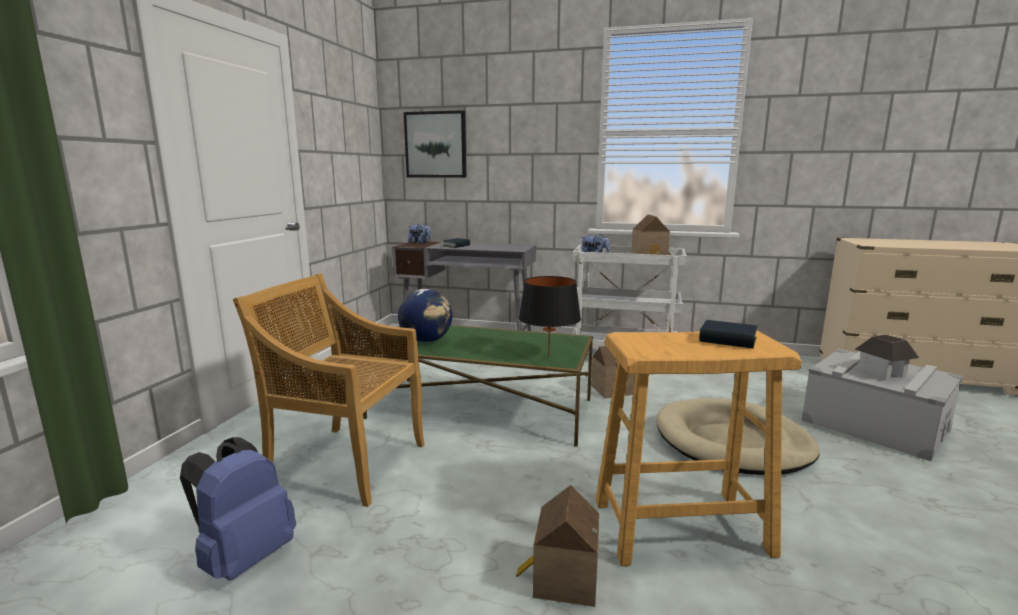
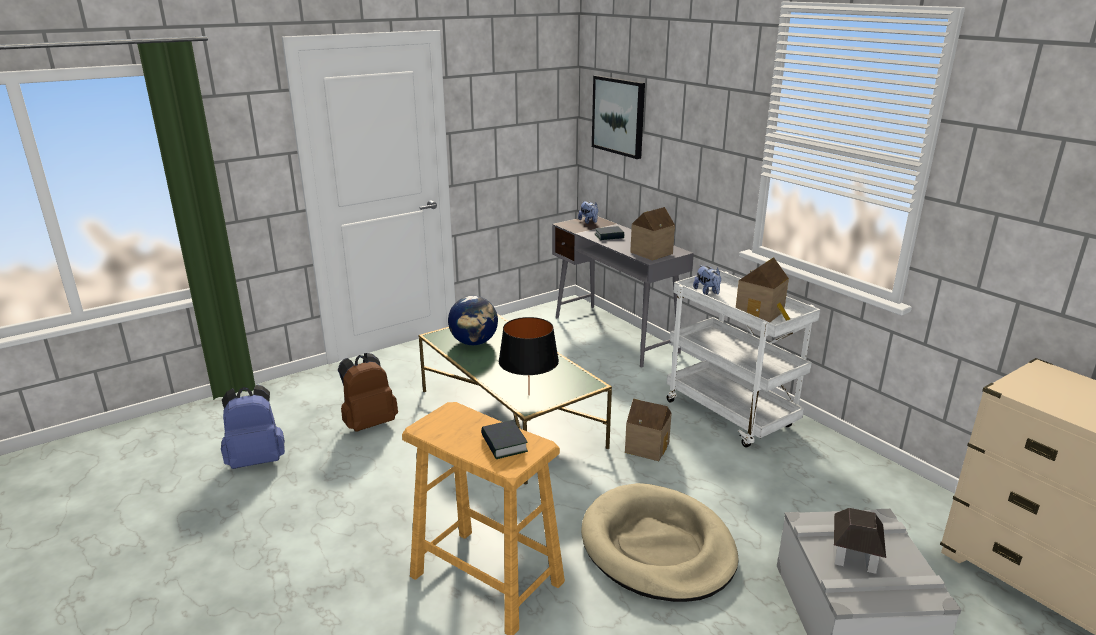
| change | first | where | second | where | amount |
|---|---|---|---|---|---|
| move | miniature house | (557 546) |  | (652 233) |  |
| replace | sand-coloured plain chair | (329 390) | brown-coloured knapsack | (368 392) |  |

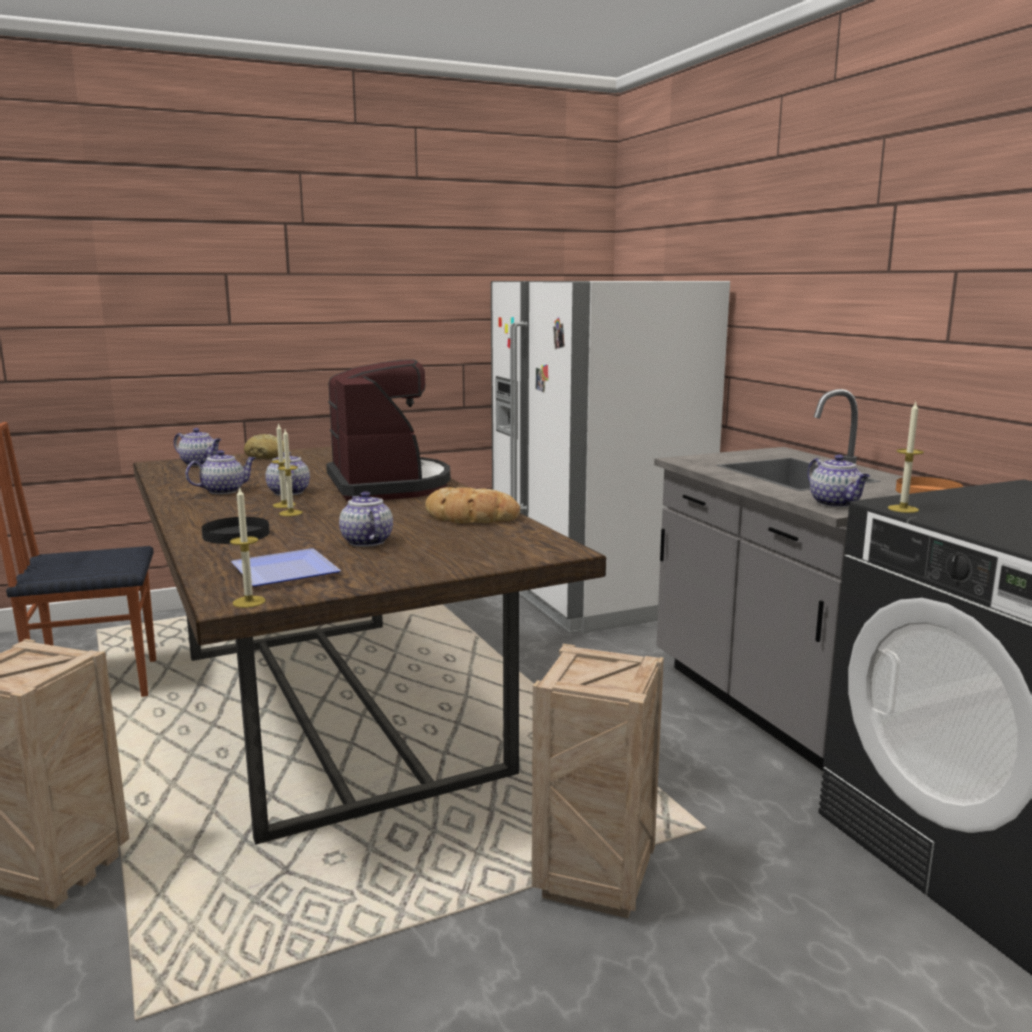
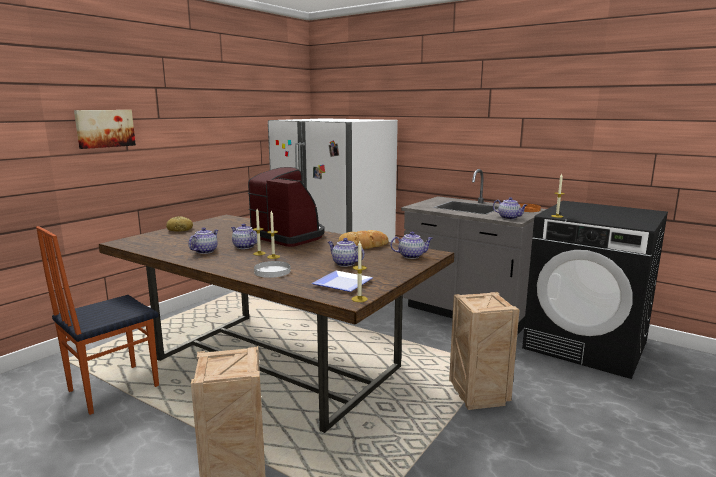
| change | first | where | second | where | amount |
|---|---|---|---|---|---|
| insert |  |  | wall art | (105 129) |  |
| move | pot for tea | (197 447) |  | (411 245) |  |
| recolor | black plate | (236 530) | white plate | (272 269) |  |

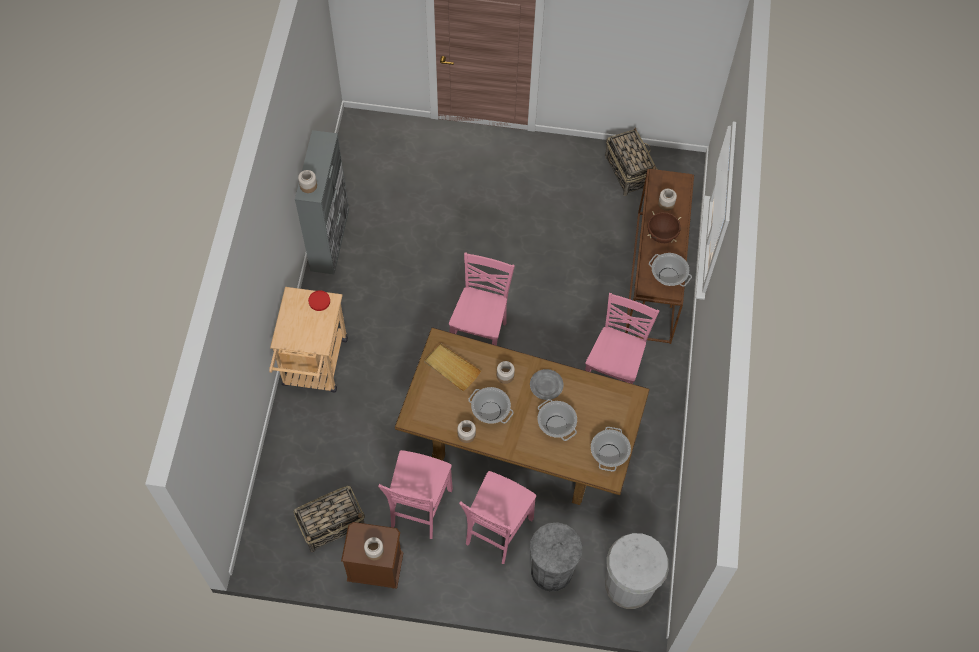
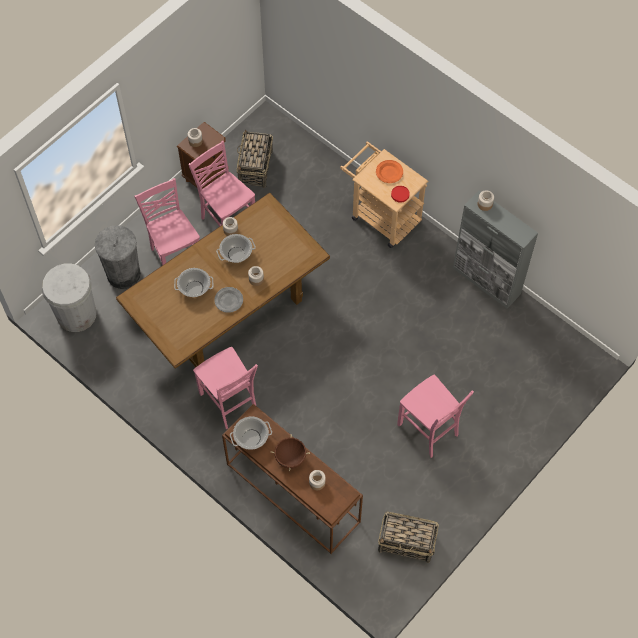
| change | first | where | second | where | amount |
|---|---|---|---|---|---|
| delete | sand-coloured tray | (452 367) |  |  |  |
| delete | stockpot | (611 449) |  |  |  |
| insert |  |  | orange plate | (389 171) |  |
| move | pinkish plain chair | (482 299) |  | (435 416) |  |

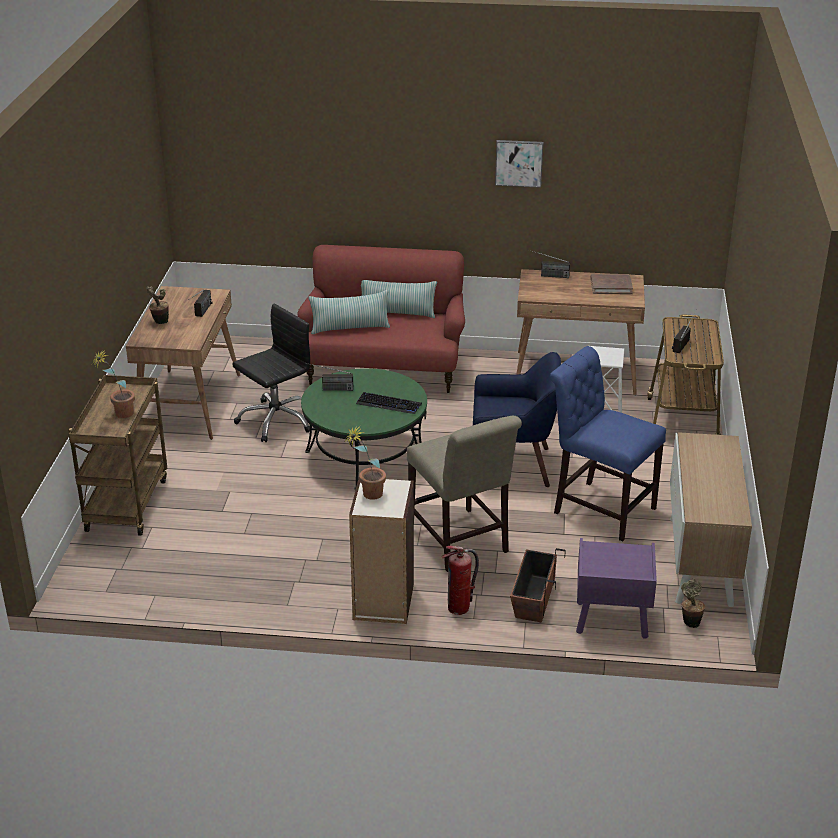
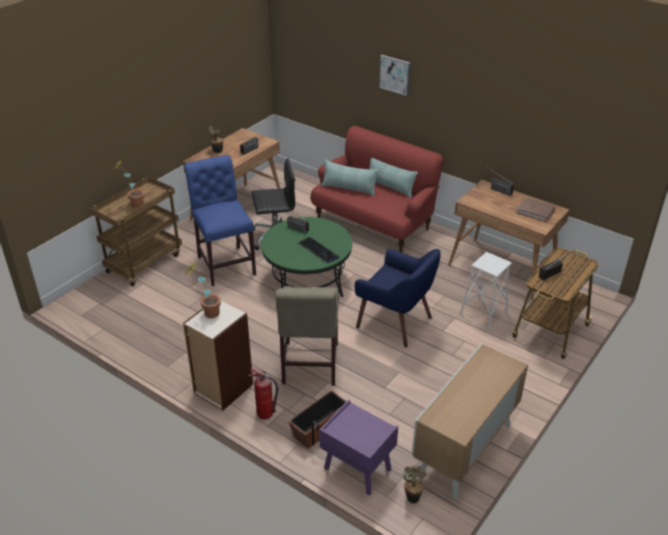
| change | first | where | second | where | amount |
|---|---|---|---|---|---|
| move | wall art | (519 164) |  | (395 75) |  |
| move | bluish plain chair | (608 444) |  | (220 220) |  |

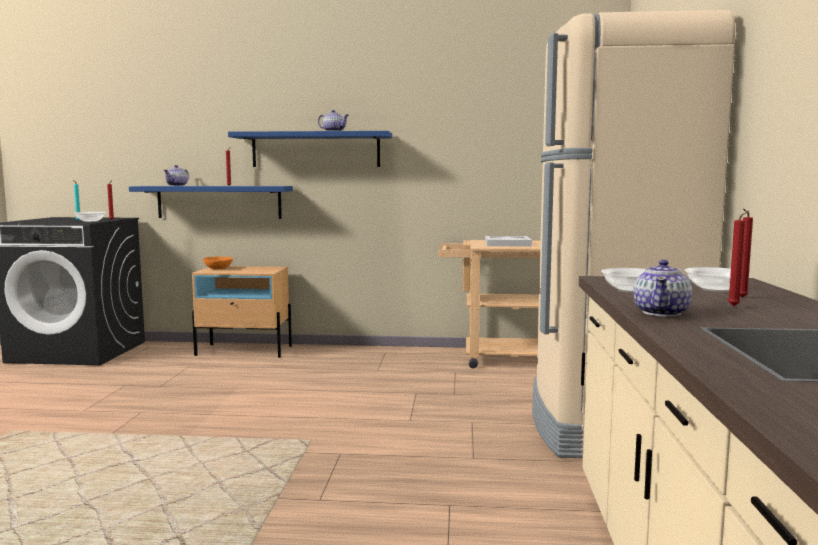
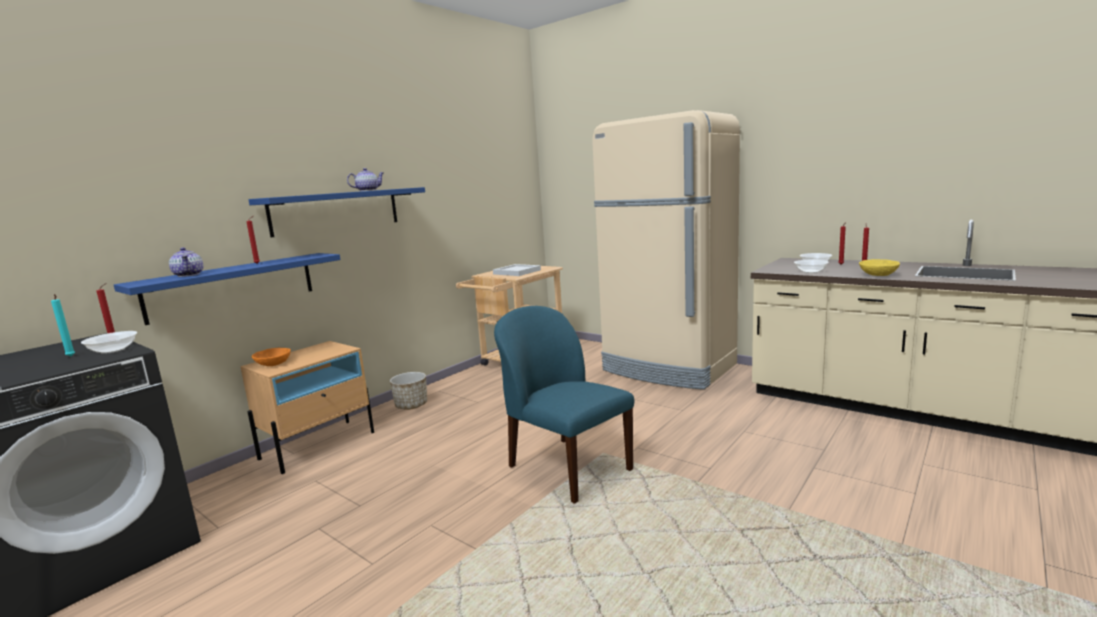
| change | first | where | second | where | amount |
|---|---|---|---|---|---|
| insert |  |  | flower pot | (408 391) |  |
| insert |  |  | bluish plain chair | (564 405) |  |
| replace | pot for tea | (662 288) | yellowish bowl | (879 267) |  |

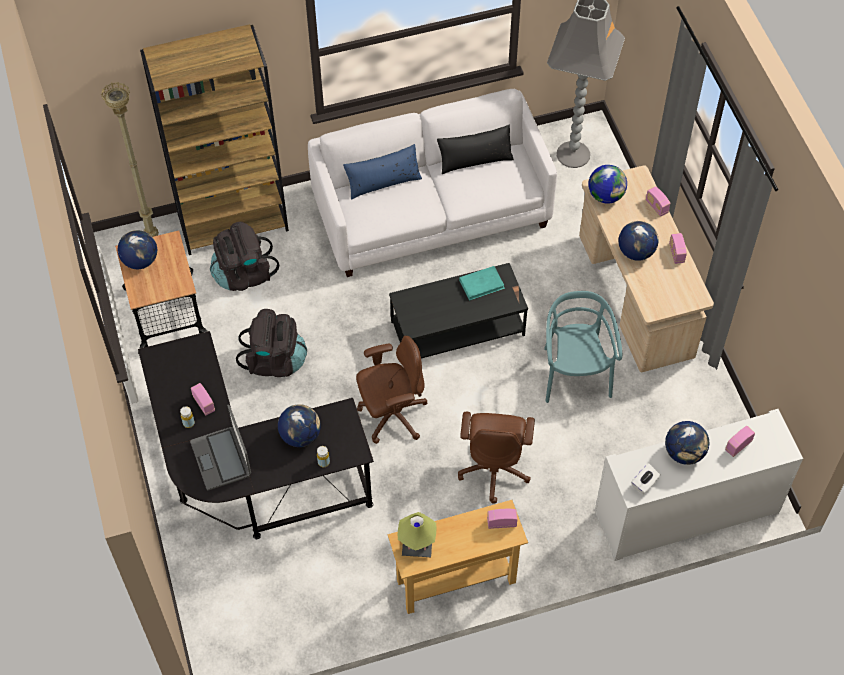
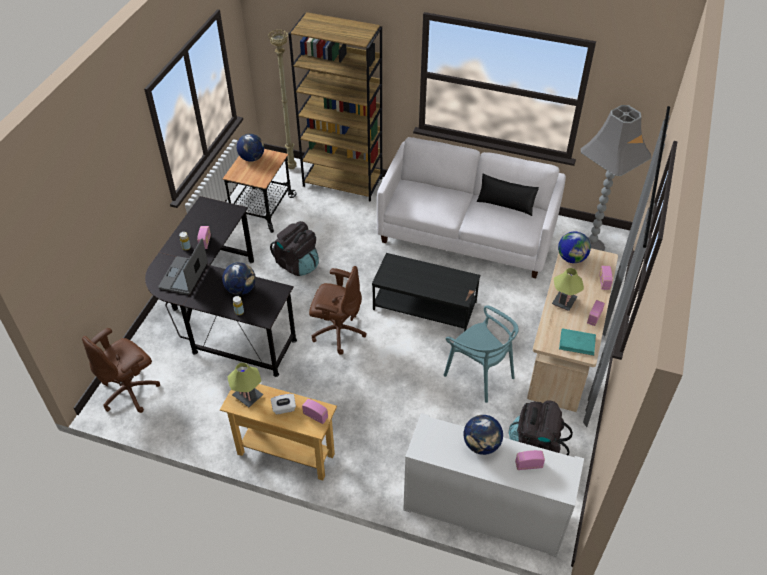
| change | first | where | second | where | amount |
|---|---|---|---|---|---|
| delete | bluish cushion | (382 172) |  |  |  |
| move | black knapsack | (244 256) |  | (541 428) |  |
| move | brown-coloured desk chair | (496 458) |  | (121 370) |  |
| move | blue-green volume | (482 283) |  | (577 342) |  |
| move | white tissue box | (646 478) |  | (283 404) |  |
| replace | world globe | (638 241) | tabletop lamp | (568 289) |  |
| rotate | blue-green plain chair | (583 347) |  | (481 354) | 105 degrees clockwise |

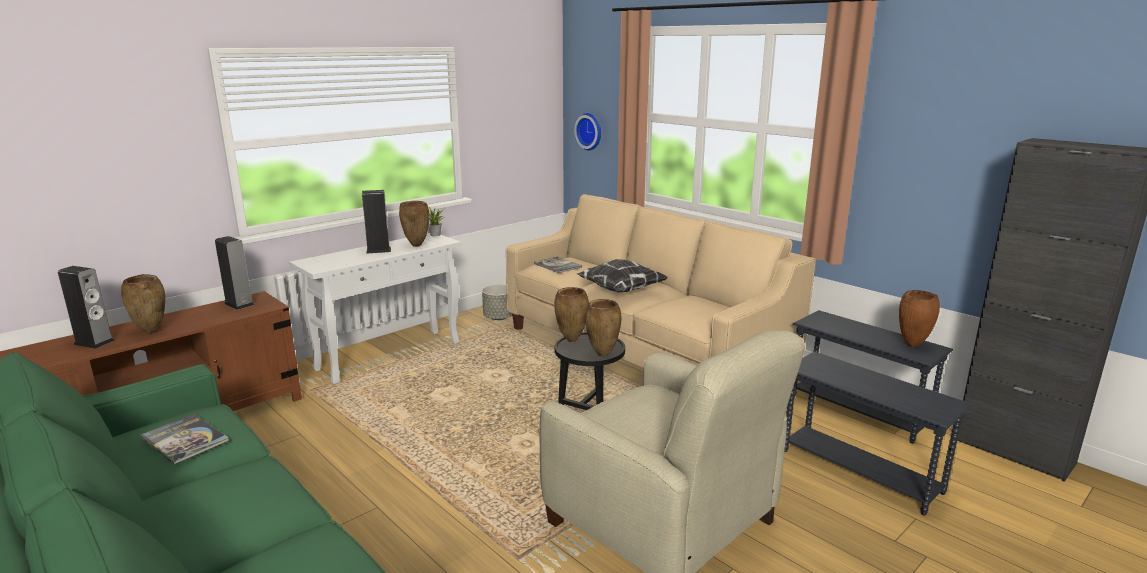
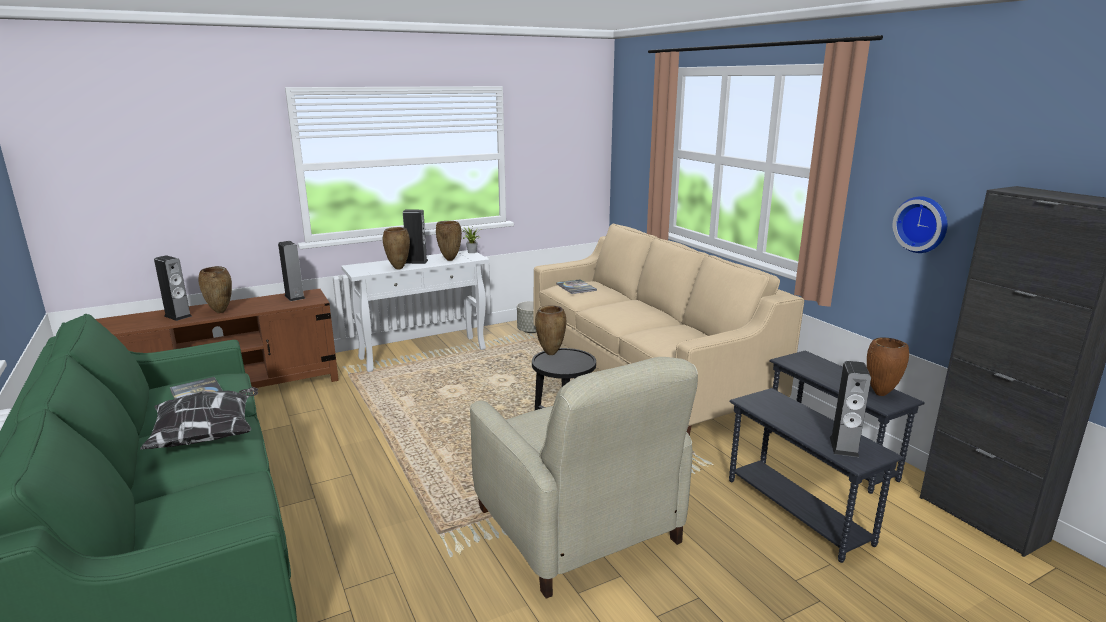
| change | first | where | second | where | amount |
|---|---|---|---|---|---|
| insert |  |  | audio speaker | (850 409) |  |
| move | wall clock | (587 131) |  | (920 224) |  |
| move | cushion | (622 275) |  | (199 418) |  |
| move | brown-coloured vase | (603 328) |  | (396 248) |  |

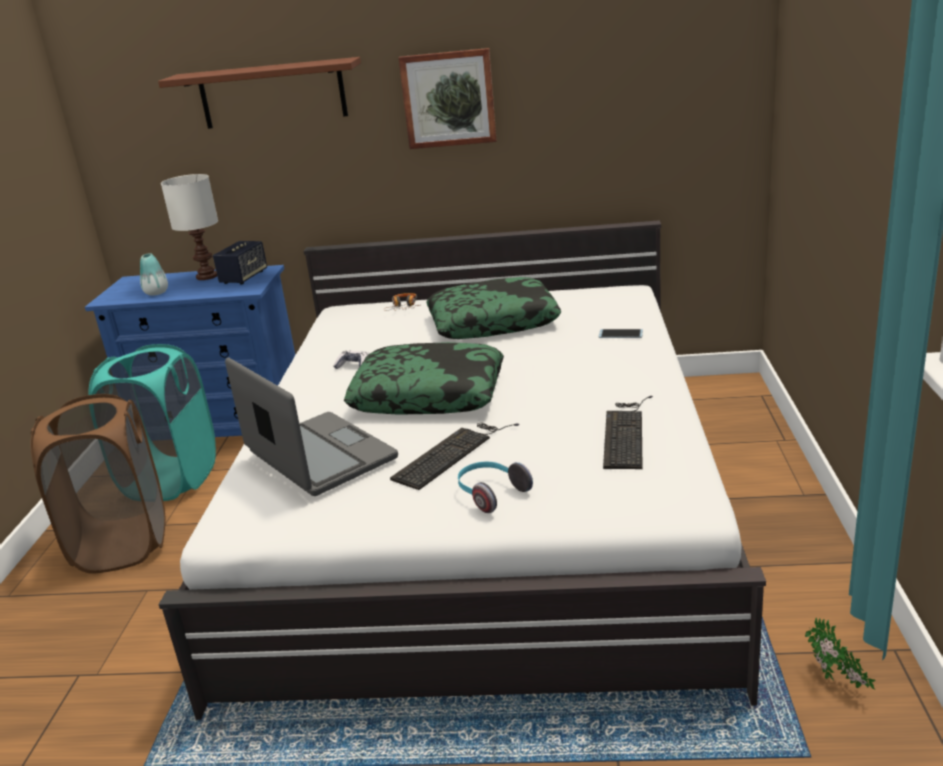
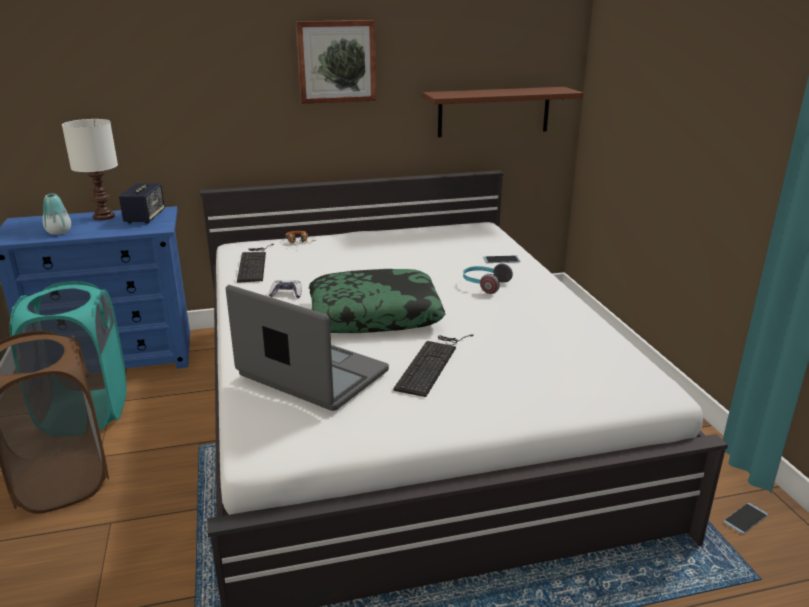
| change | first | where | second | where | amount |
|---|---|---|---|---|---|
| delete | cushion | (493 308) |  |  |  |
| move | brown-coloured shelf | (259 93) |  | (503 112) |  |
| move | pair of headphones | (495 487) |  | (488 278) |  |
| move | computer keyboard | (628 432) |  | (255 263) |  |
| replace | plant in a pot | (840 654) | telephone | (745 518) |  |

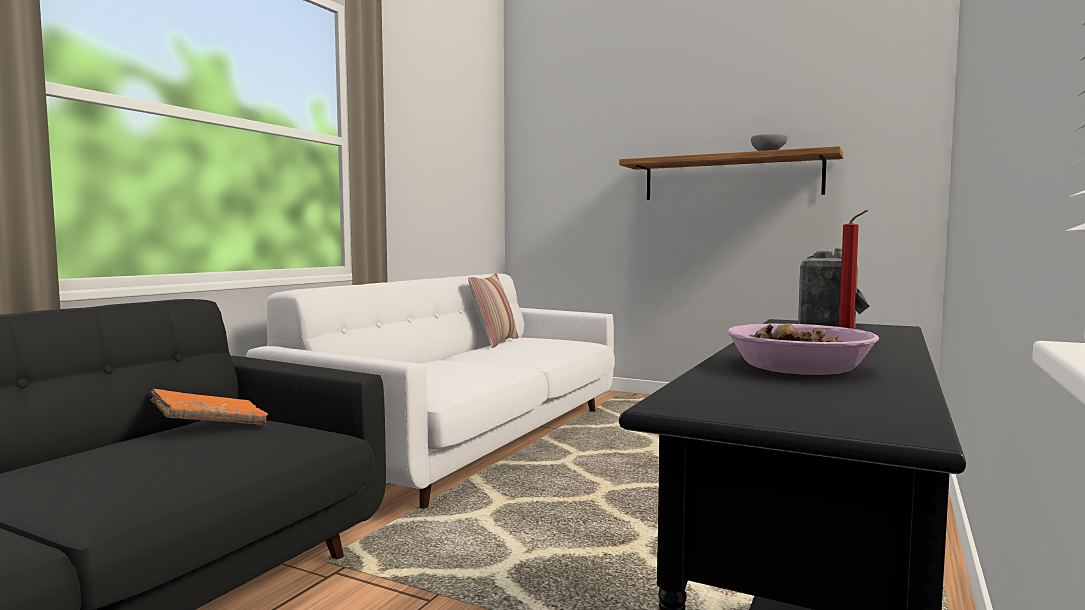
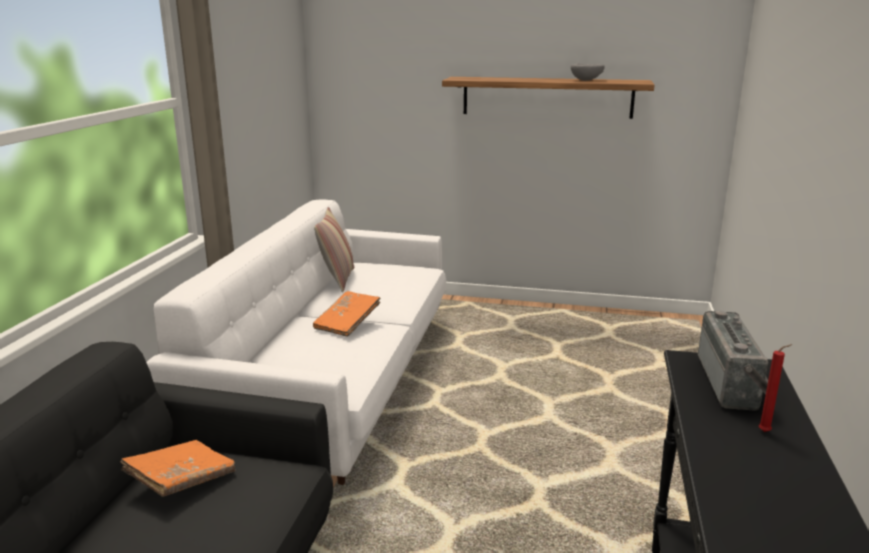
| change | first | where | second | where | amount |
|---|---|---|---|---|---|
| delete | bowl | (803 349) |  |  |  |
| insert |  |  | orange volume | (347 314) |  |

